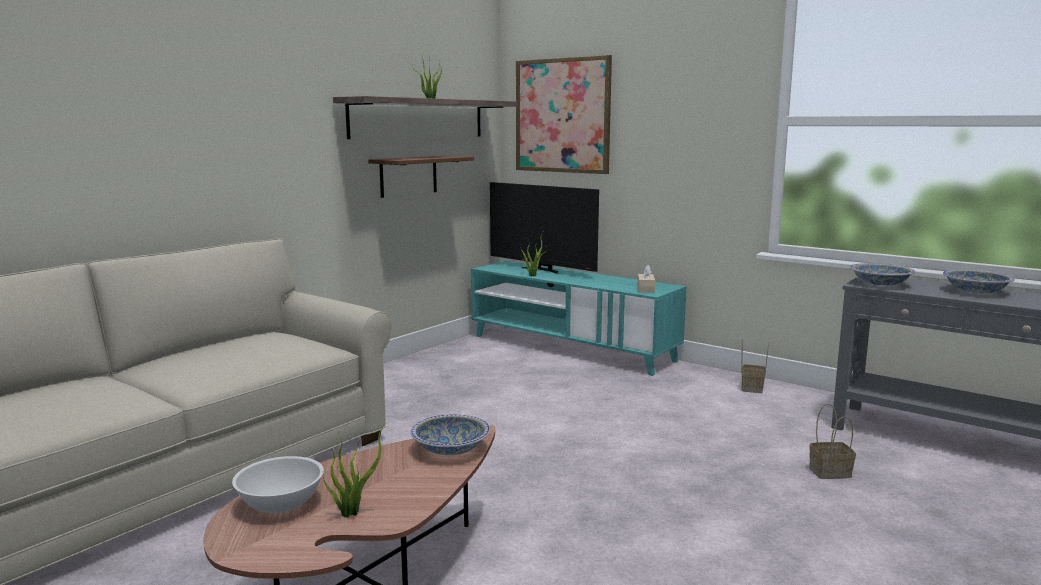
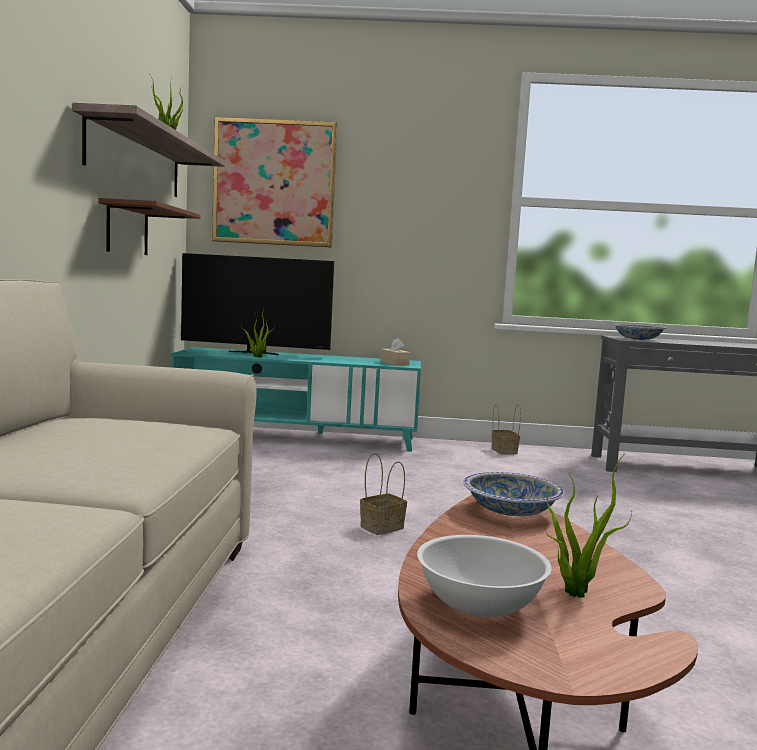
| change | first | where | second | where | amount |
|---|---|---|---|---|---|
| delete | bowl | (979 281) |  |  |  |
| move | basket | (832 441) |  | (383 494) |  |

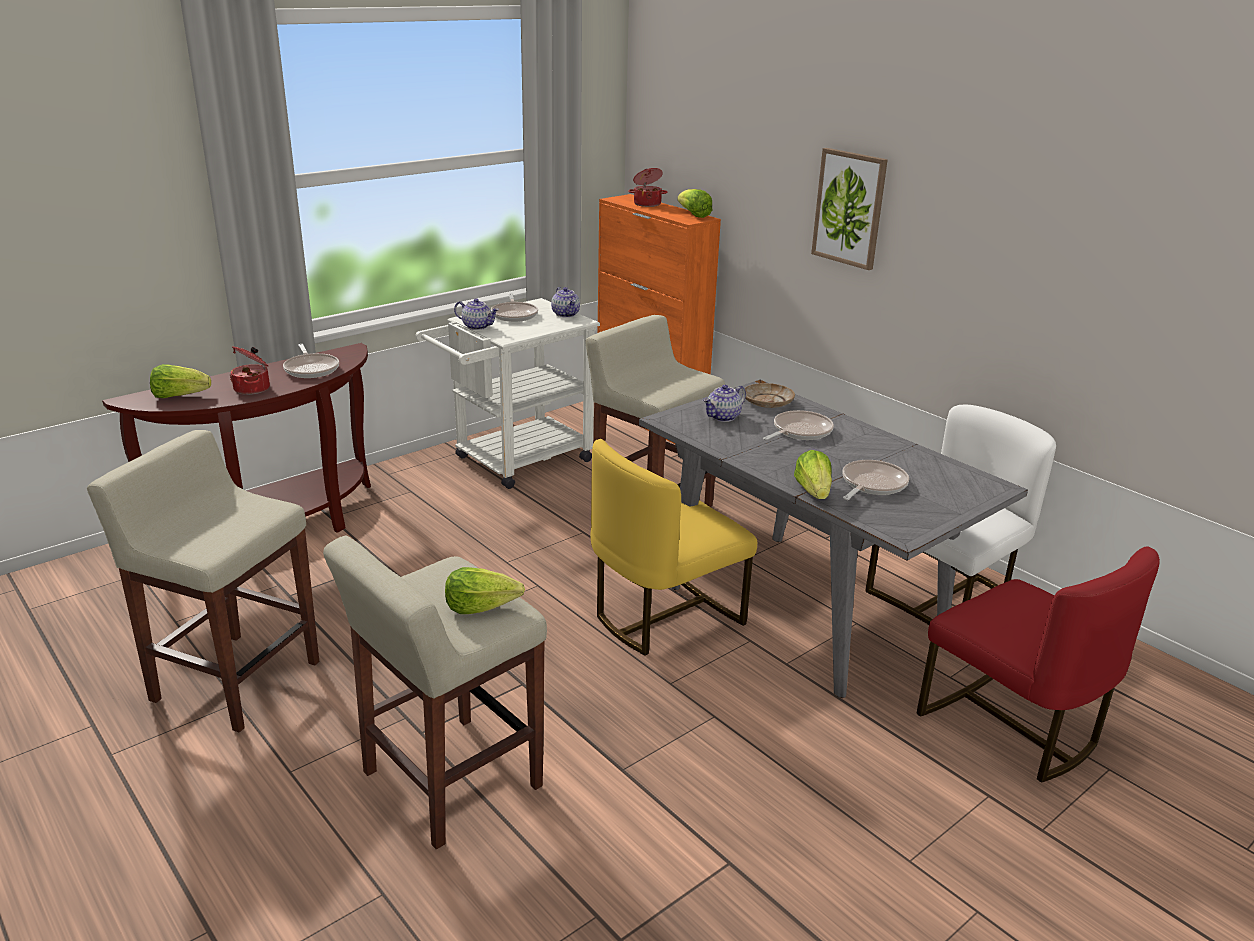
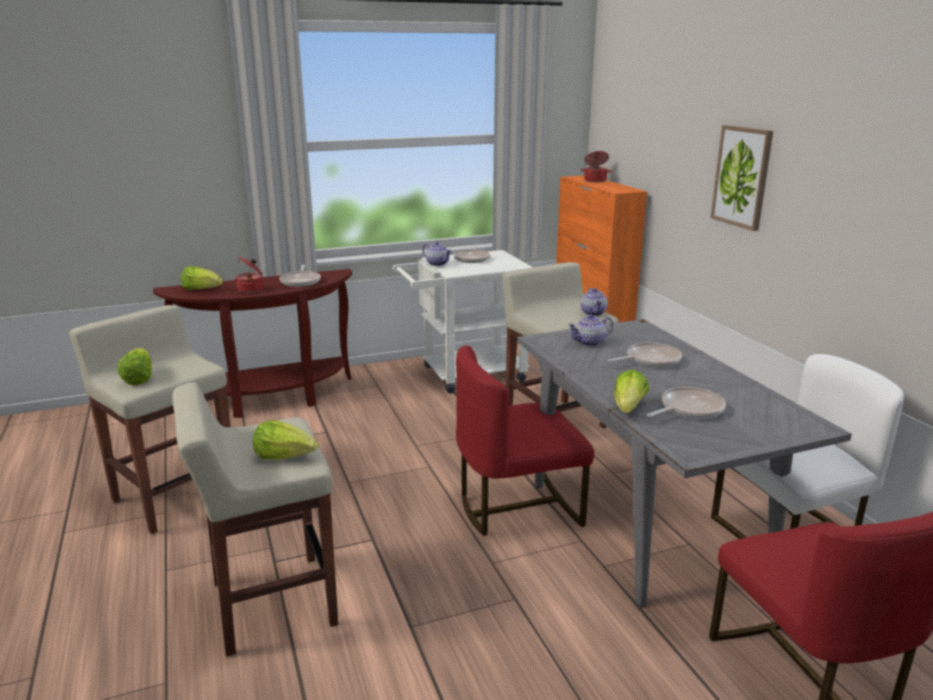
| change | first | where | second | where | amount |
|---|---|---|---|---|---|
| delete | sand-coloured plate | (769 395) |  |  |  |
| move | pot for tea | (565 302) |  | (594 302) |  |
| move | lettuce | (695 203) |  | (135 366) |  |
| recolor | yellowish plain chair | (674 547) | red-coloured plain chair | (525 441) |  |

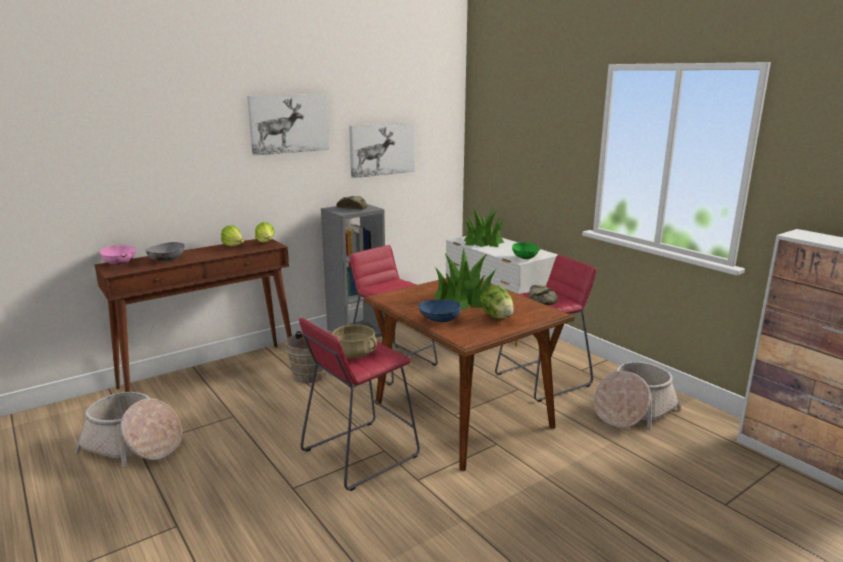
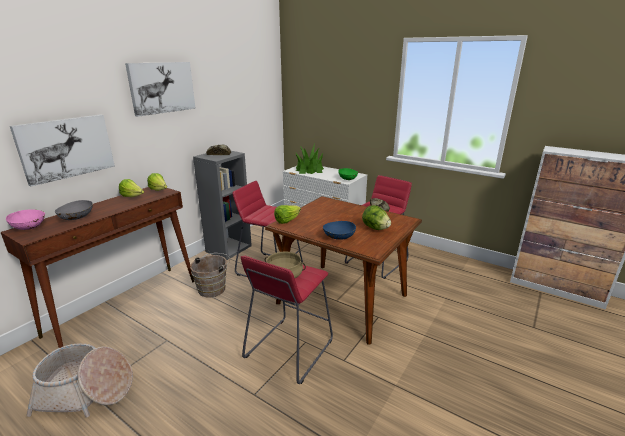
| change | first | where | second | where | amount |
|---|---|---|---|---|---|
| delete | plant in a pot | (465 279) |  |  |  |
| delete | basket | (638 395) |  |  |  |
| insert |  |  | lettuce | (287 214) |  |
| move | wall art | (382 150) |  | (62 150) |  |

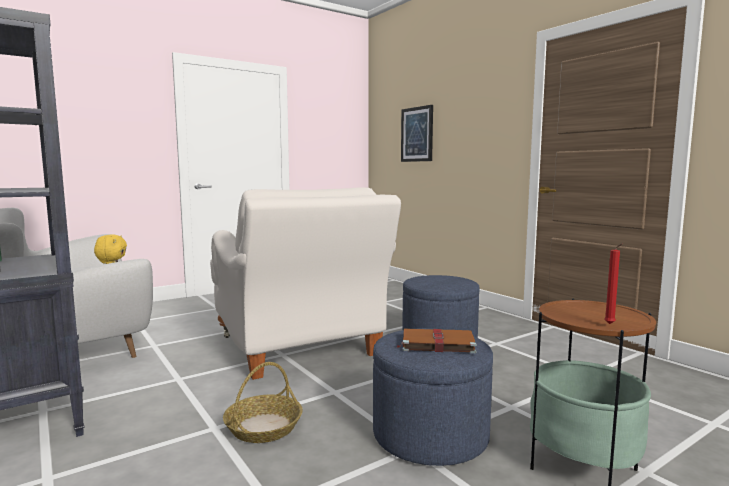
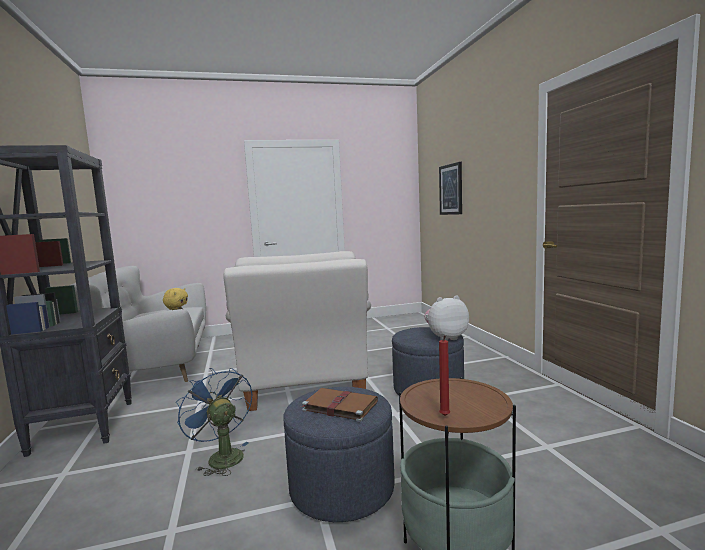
| change | first | where | second | where | amount |
|---|---|---|---|---|---|
| insert |  |  | plush toy | (446 318) |  |
| replace | basket | (263 402) | bluish electric fan | (214 422) |  |

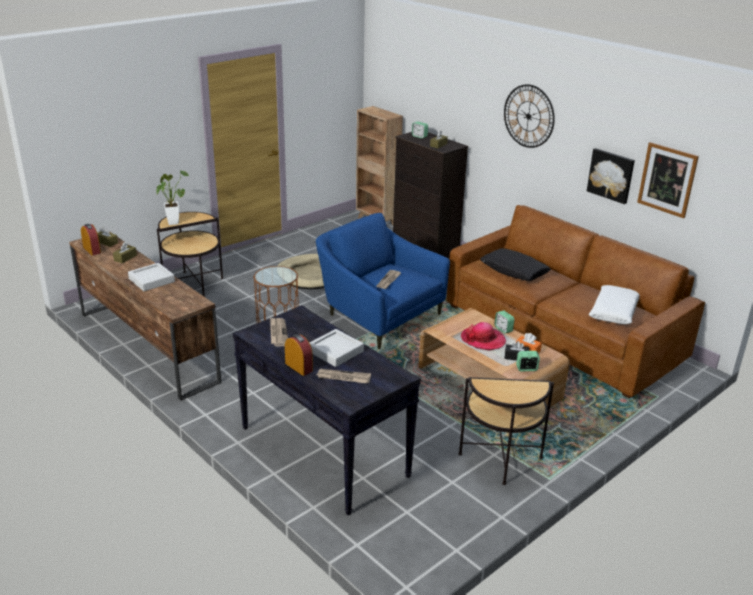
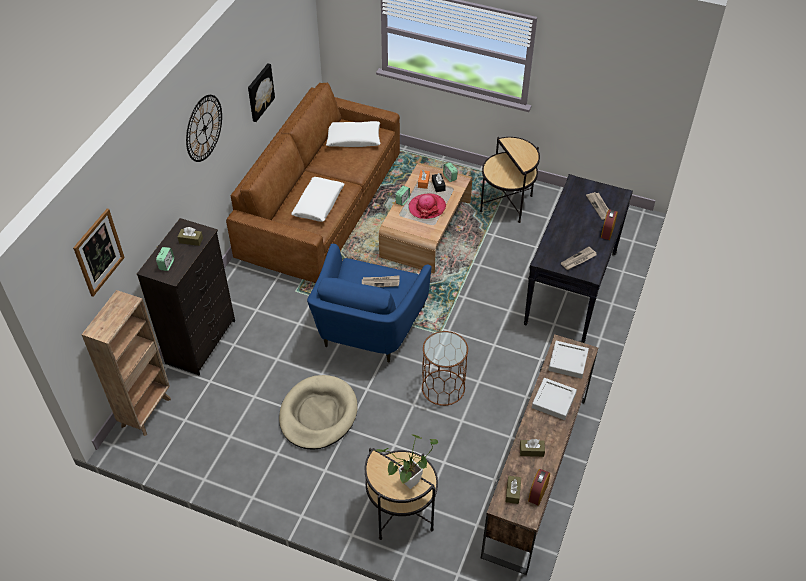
| change | first | where | second | where | amount |
|---|---|---|---|---|---|
| move | greyish tray | (337 348) |  | (568 360) |  |
| move | wall art | (668 180) |  | (99 252) |  |
| recolor | black cushion | (515 264) | white cushion | (318 199) |  |

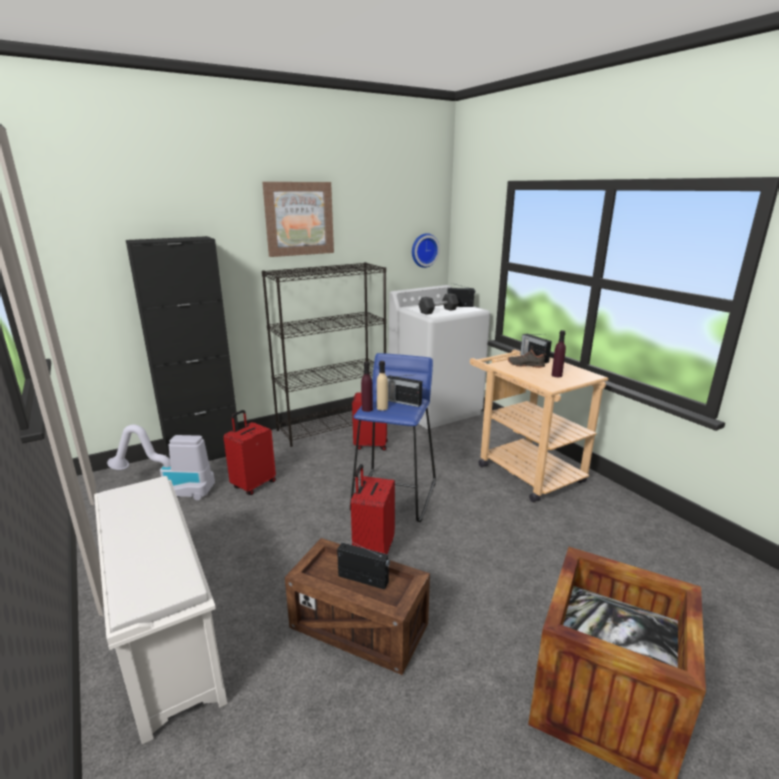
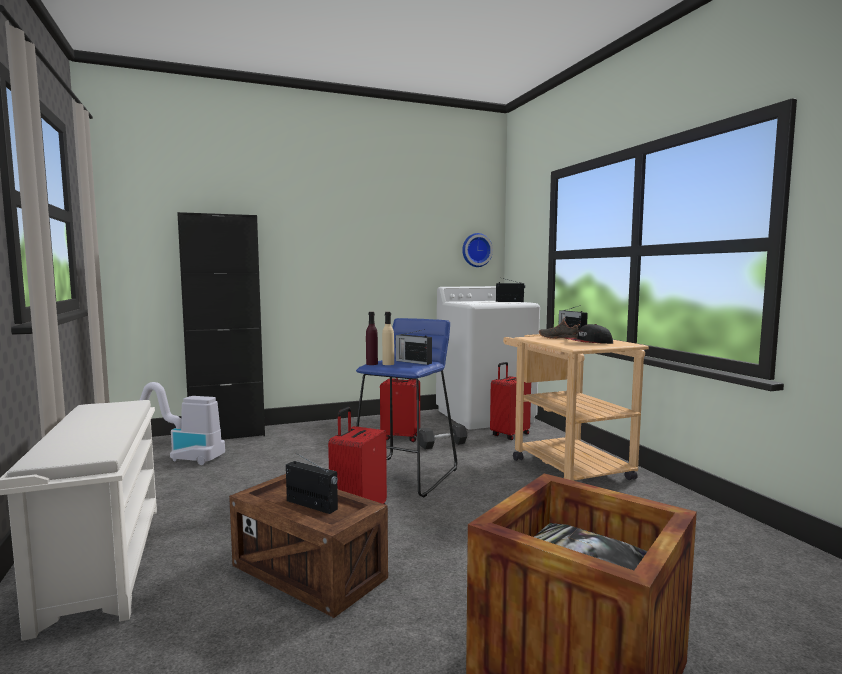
| change | first | where | second | where | amount |
|---|---|---|---|---|---|
| delete | wall art | (298 219) |  |  |  |
| delete | black shelving unit | (324 354) |  |  |  |
| move | red-coloured piece of luggage | (249 452) |  | (510 401) |  |
| move | greyish dumbbell | (438 304) |  | (443 436) |  |
| replace | purple-coloured beverage bottle | (559 353) | peaked cap | (589 334) |  |

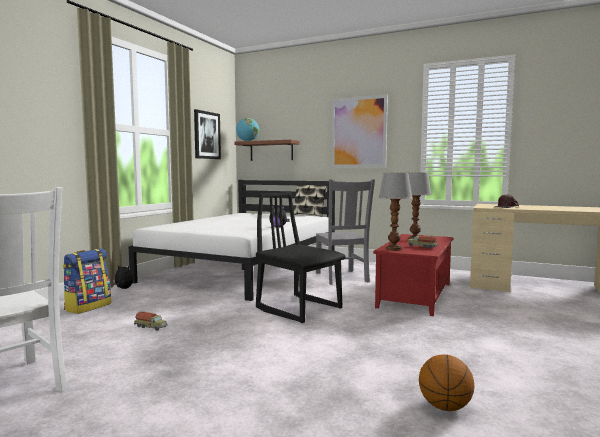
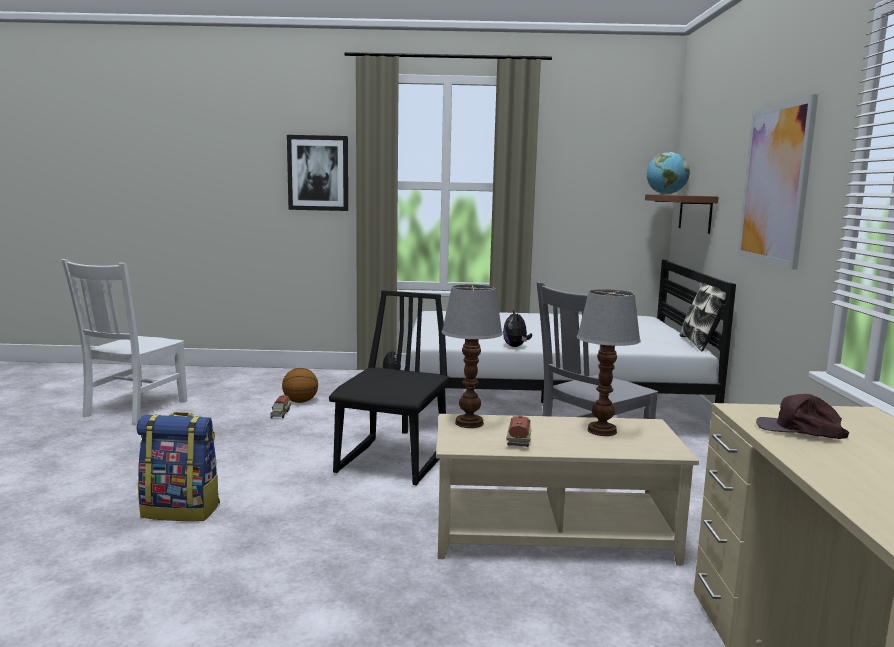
| change | first | where | second | where | amount |
|---|---|---|---|---|---|
| move | knapsack | (86 281) |  | (178 466) |  |
| move | wall art | (207 134) |  | (317 173) |  |
| move | basketball | (446 382) |  | (300 385) |  |
| recolor | red-coloured coffee table | (413 275) | sand-coloured coffee table | (567 490) |  |

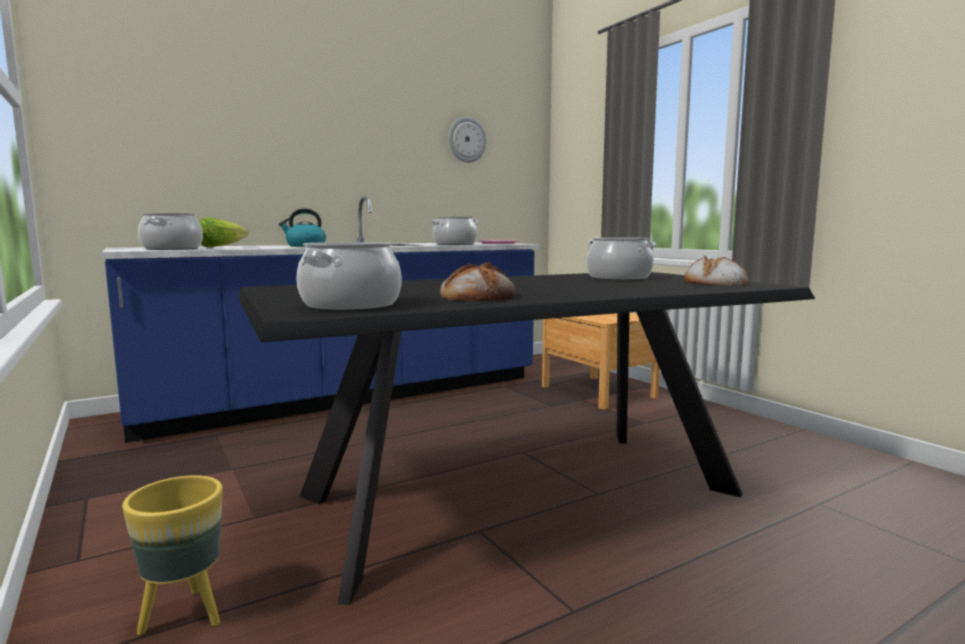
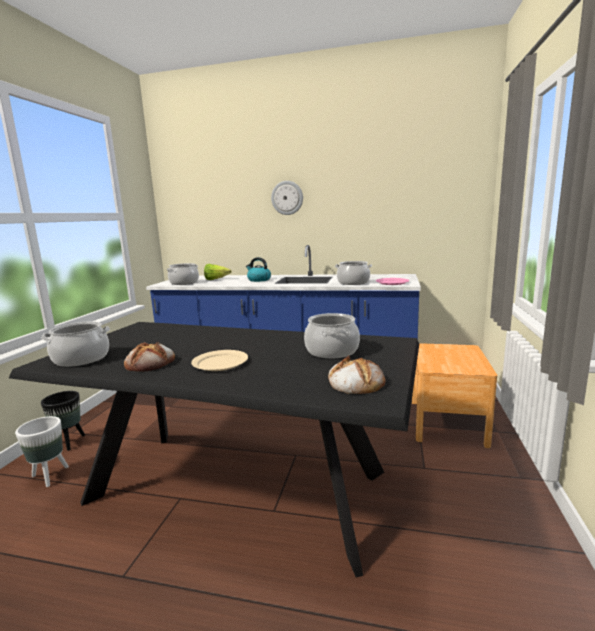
| change | first | where | second | where | amount |
|---|---|---|---|---|---|
| insert |  |  | black flower pot | (63 421) |  |
| insert |  |  | sand-coloured plate | (219 360) |  |
| move | wall clock | (467 140) |  | (287 198) |  |
| recolor | yellowish flower pot | (172 555) | white flower pot | (42 451) |  |

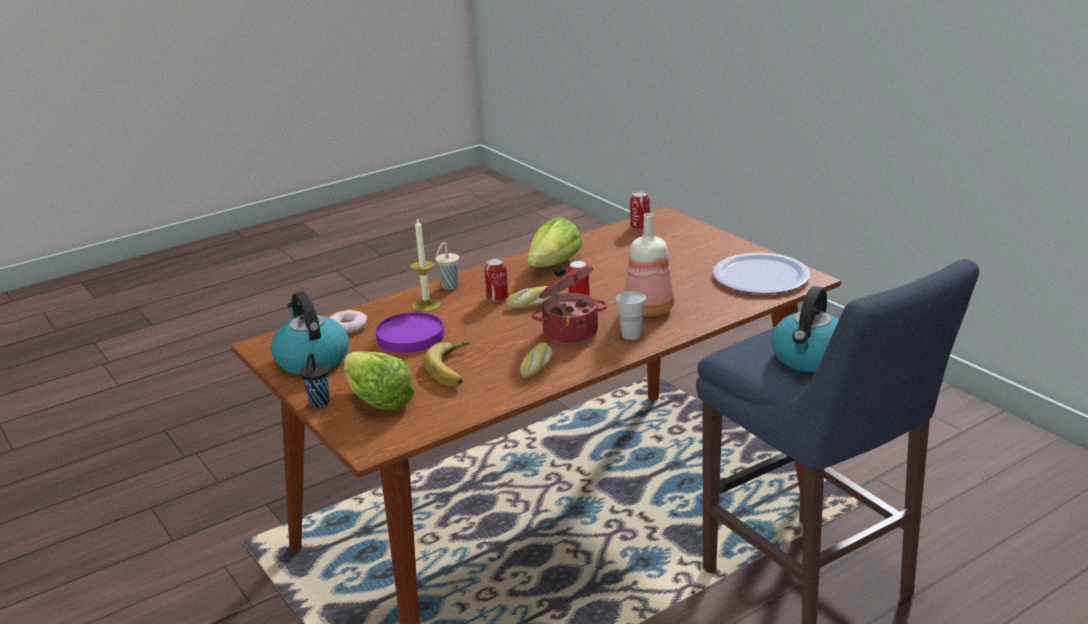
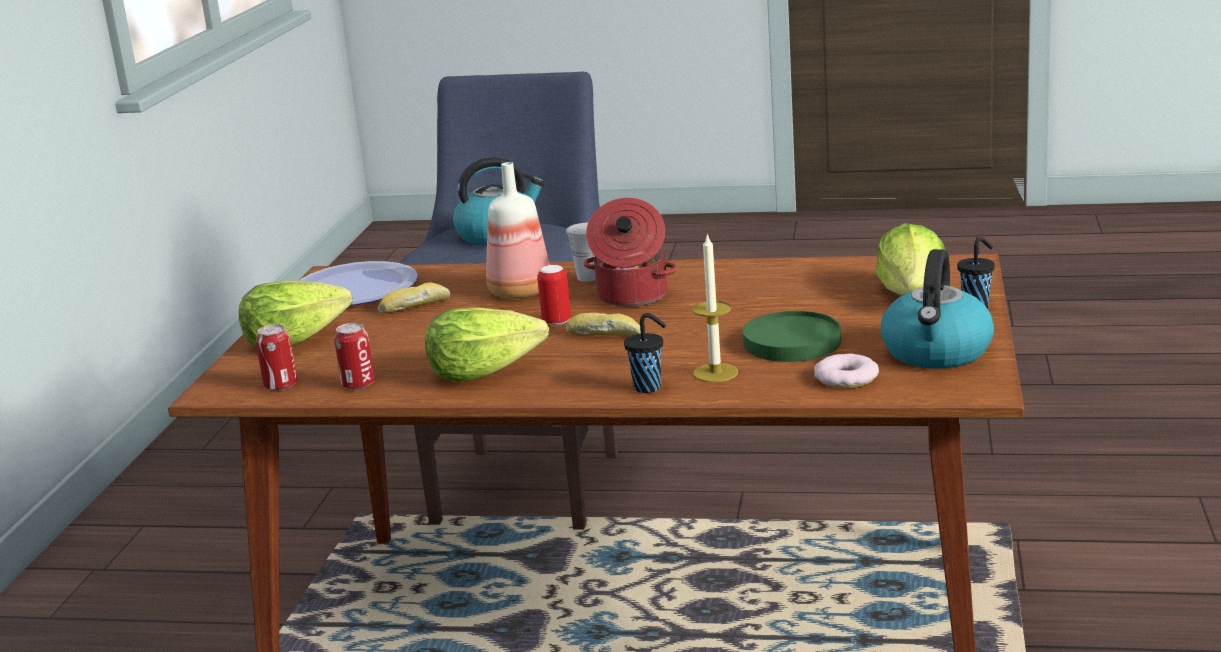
| change | first | where | second | where | amount |
|---|---|---|---|---|---|
| delete | banana | (446 364) |  |  |  |
| insert |  |  | lettuce | (295 314) |  |
| move | can | (496 280) |  | (354 356) |  |
| move | baked bread | (536 360) |  | (414 298) |  |
| recolor | purple-coloured plate | (409 332) | green-coloured plate | (792 336) |  |
| recolor | sand-coloured cup | (447 266) | black cup | (645 353) |  |

